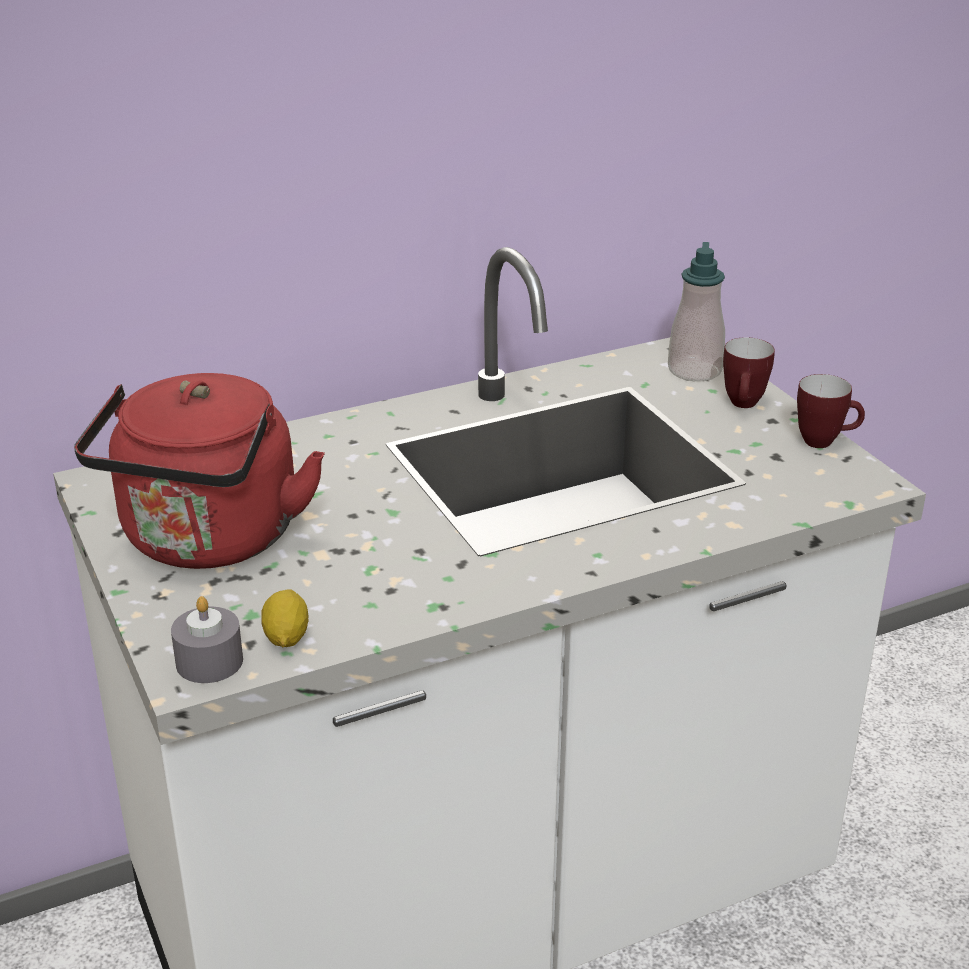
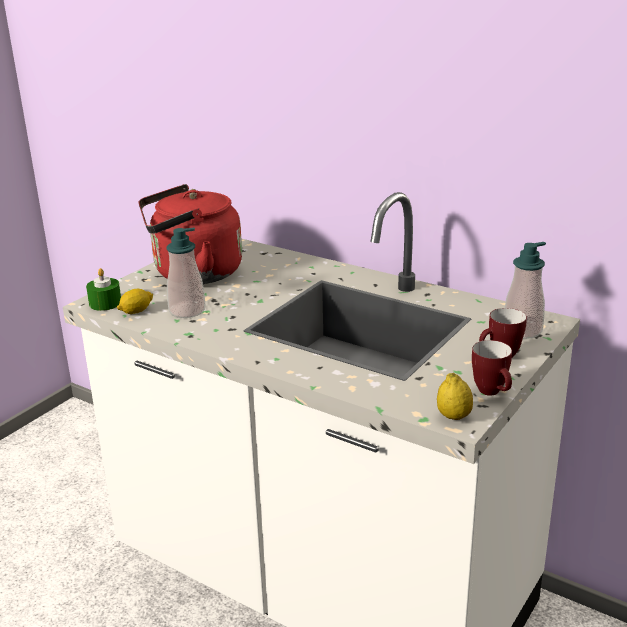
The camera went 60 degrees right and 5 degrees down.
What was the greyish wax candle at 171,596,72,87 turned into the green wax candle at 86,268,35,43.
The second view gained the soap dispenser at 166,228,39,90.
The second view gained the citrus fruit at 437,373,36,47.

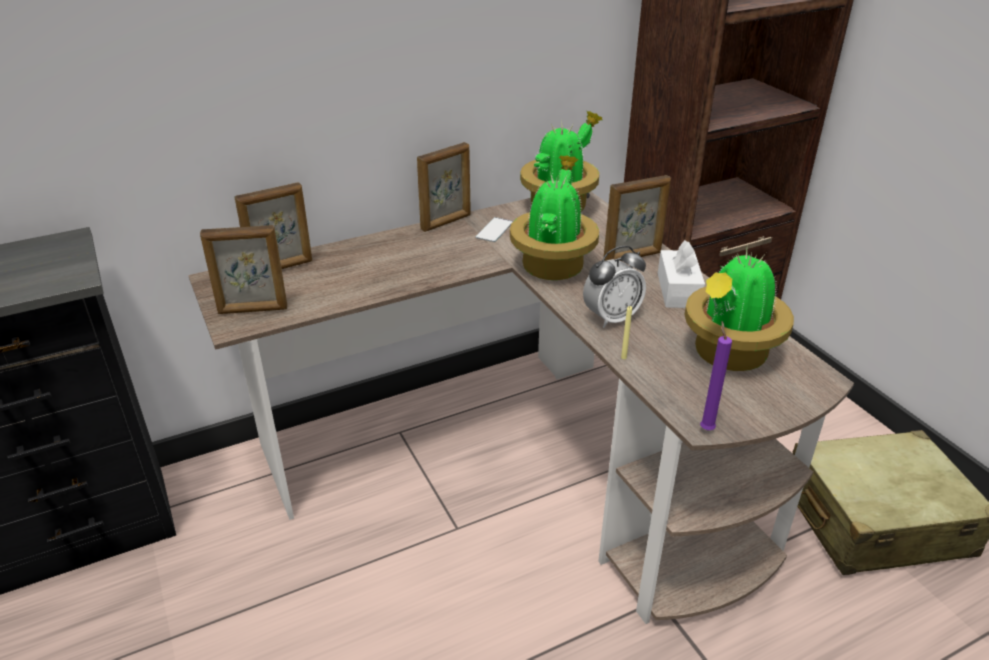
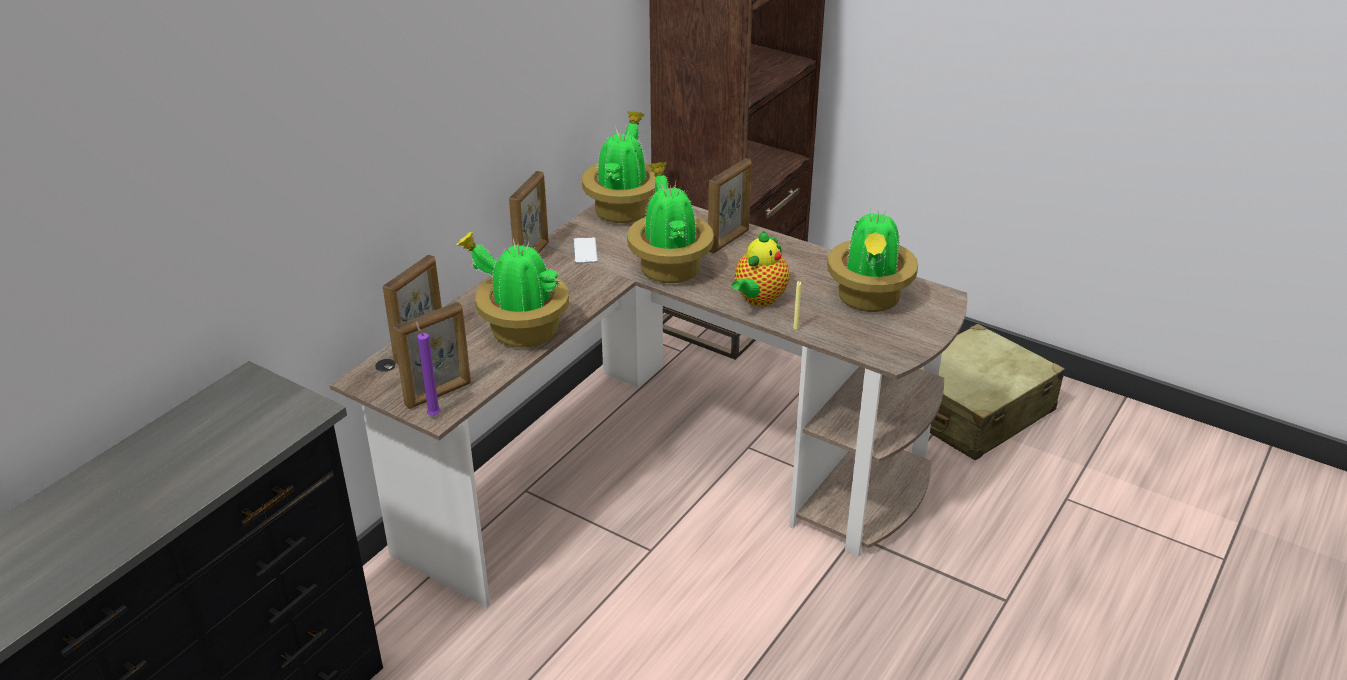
The camera went 30 degrees left and 0 degrees up.
The second view lost the white-coloured tissue box at 658,240,47,68.
Where the alarm clock stood at 583,246,63,82, the tea pot came to stand at 732,231,57,75.
The purple-coloured wax candle ended up elsewhere, having gone from 700,321,32,109 to 416,322,25,94.
The second view gained the potted plant at 456,231,113,117.

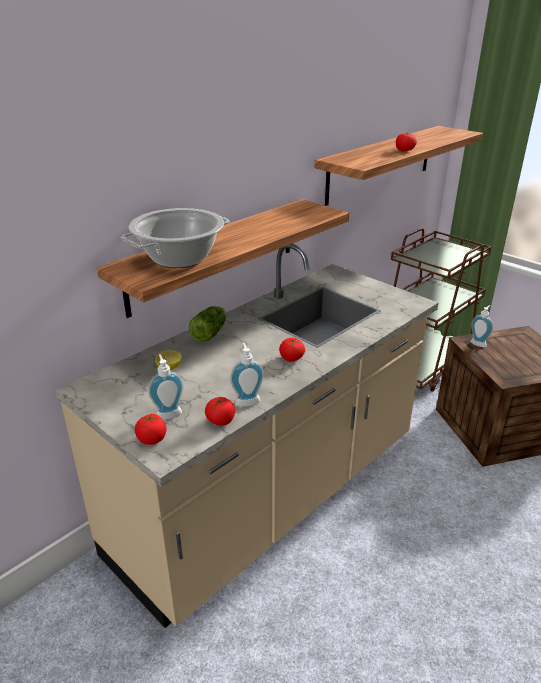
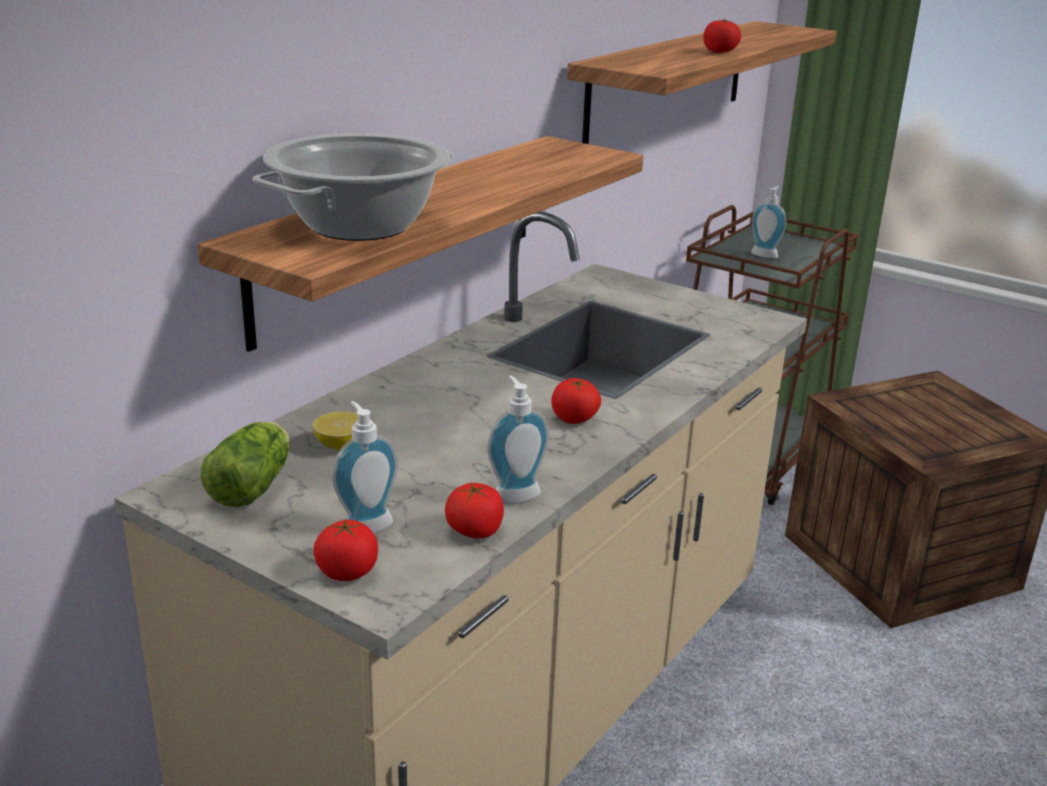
The camera went 10 degrees left and 5 degrees down.
The soap dispenser ended up elsewhere, having gone from 470,305,23,42 to 751,186,36,72.
The lettuce head ended up elsewhere, having gone from 189,306,37,36 to 201,422,88,85.

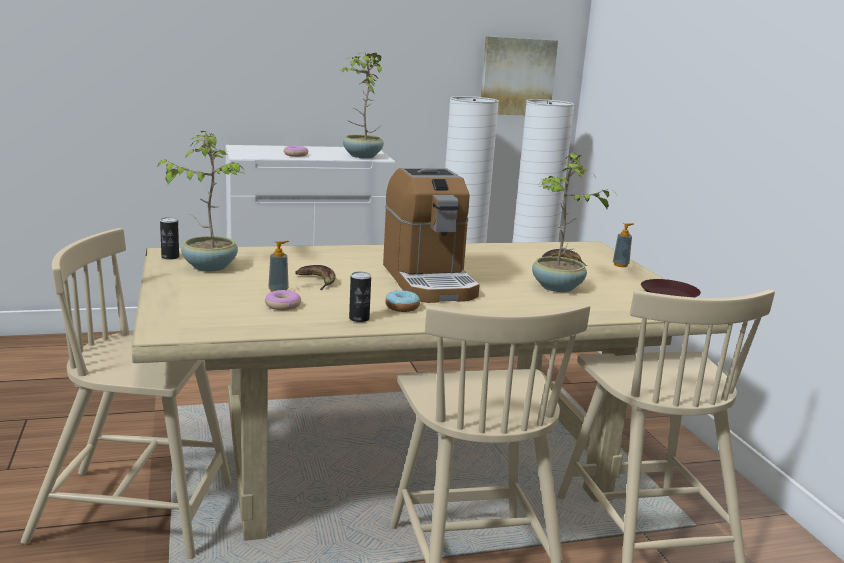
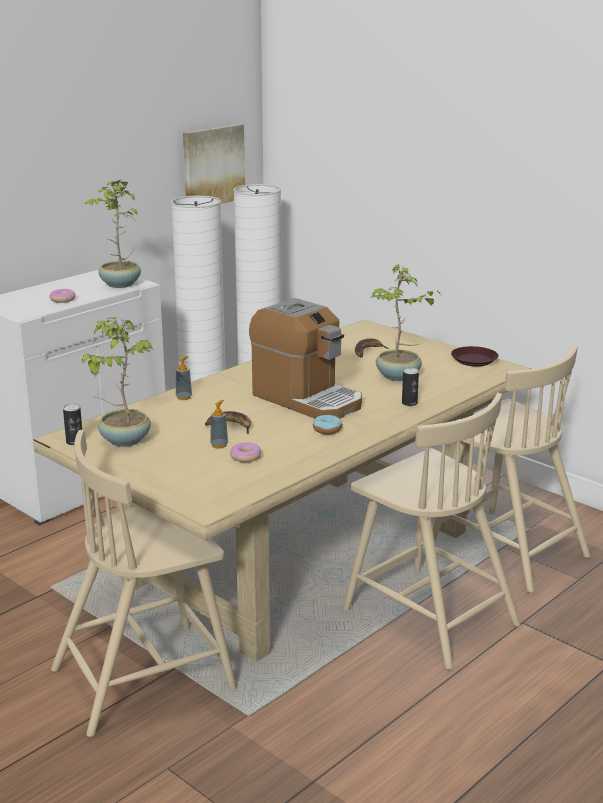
The camera went 30 degrees left and 5 degrees up.
The soap dispenser ended up elsewhere, having gone from 613,223,21,44 to 176,356,16,44.
The sealed can ended up elsewhere, having gone from 349,272,22,50 to 402,367,17,39.

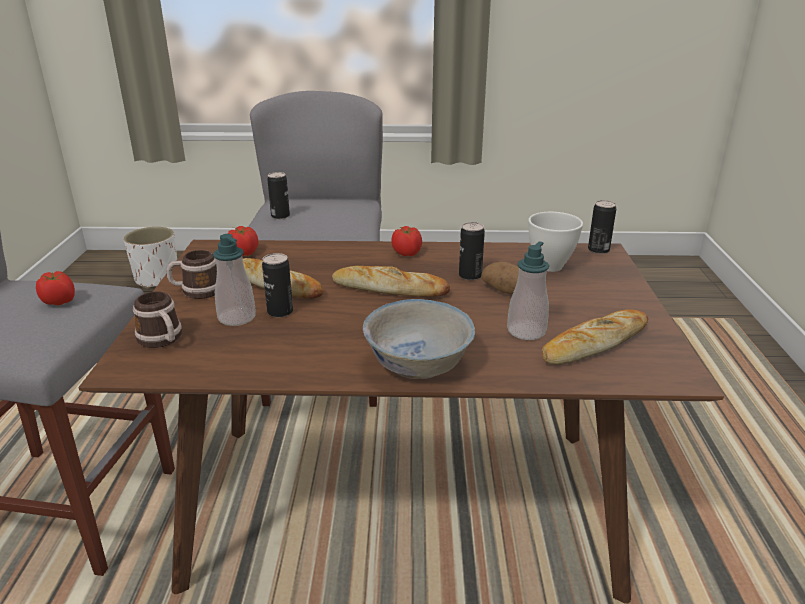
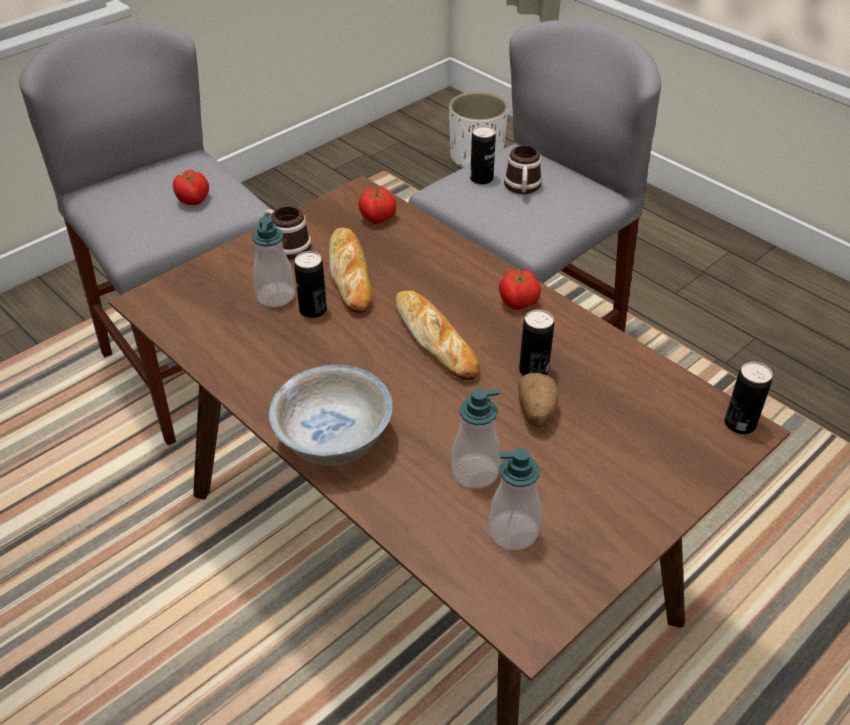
The camera went 45 degrees right and 15 degrees up.
The second view lost the white-coloured bowl at 528,212,55,60.
The tea mug ended up elsewhere, having gone from 133,291,49,57 to 504,145,38,49.
Where the baked bread stood at 542,309,106,56, the soap dispenser came to stand at 488,448,53,103.

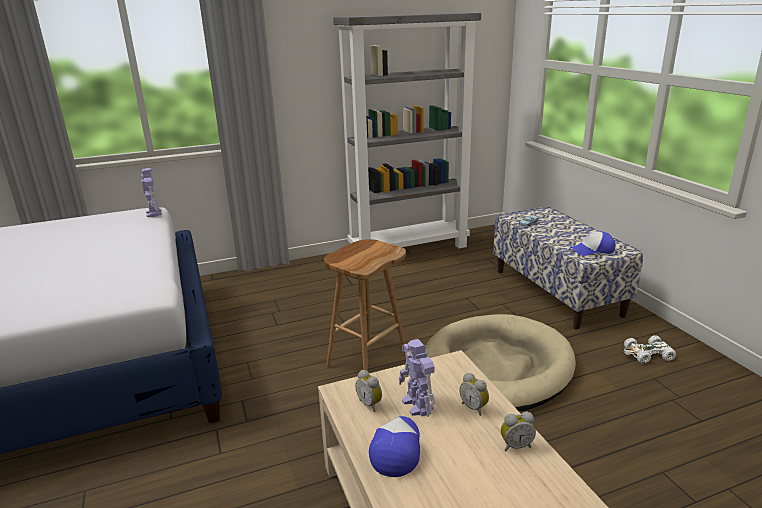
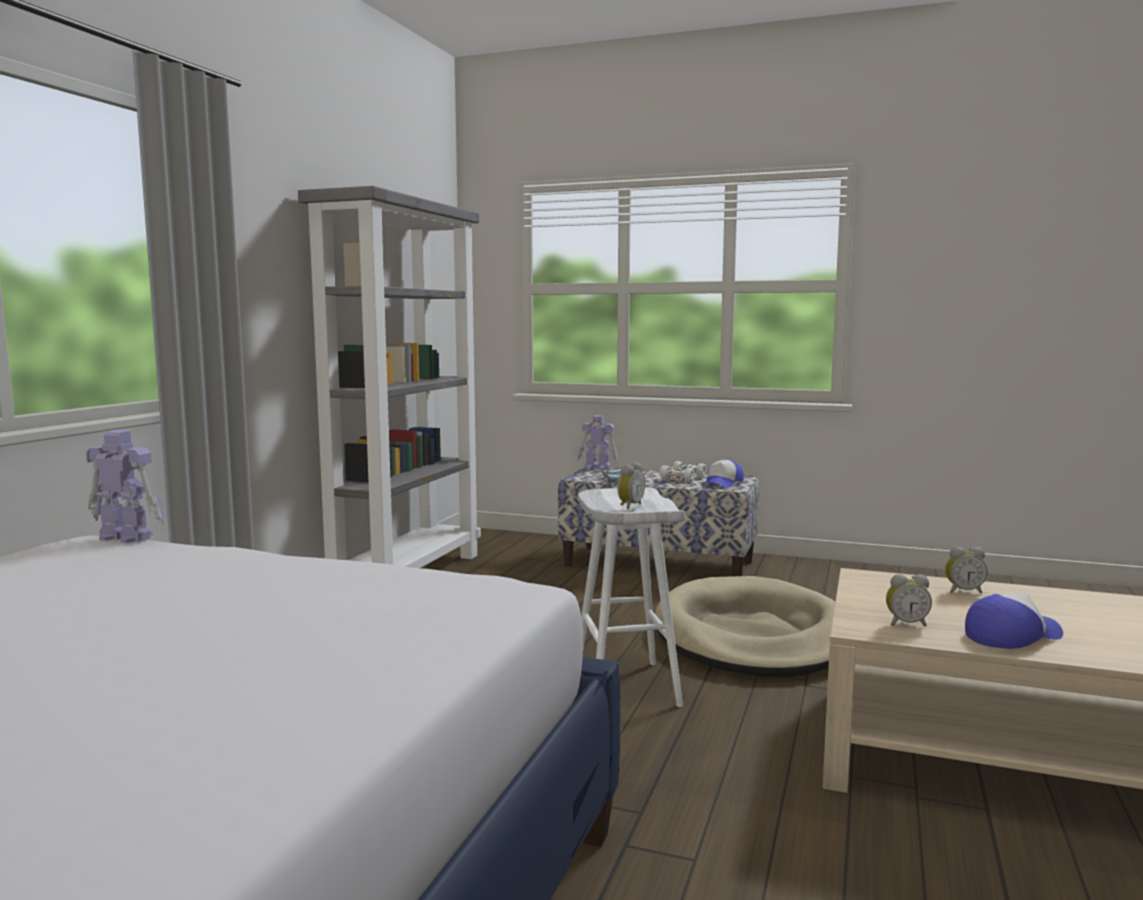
The camera went 50 degrees left and 15 degrees down.
What was the brown stool seat at 324,239,82,132 turned into the white-coloured stool seat at 578,487,108,220.
The white-coloured model car ended up elsewhere, having gone from 624,335,52,29 to 660,461,47,21.
The model robot ended up elsewhere, having gone from 399,339,36,78 to 577,415,41,55.
The alarm clock ended up elsewhere, having gone from 501,412,35,39 to 618,462,27,47.
The cap at 369,416,51,61 ended up facing another way, 105 degrees clockwise from before.

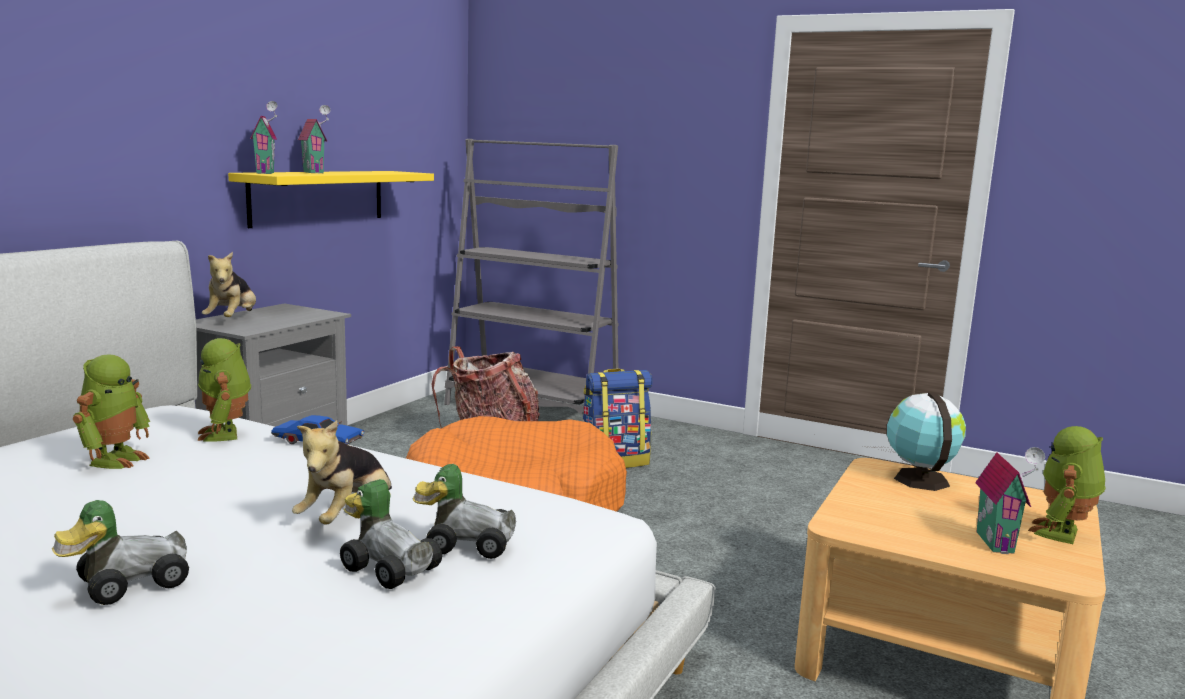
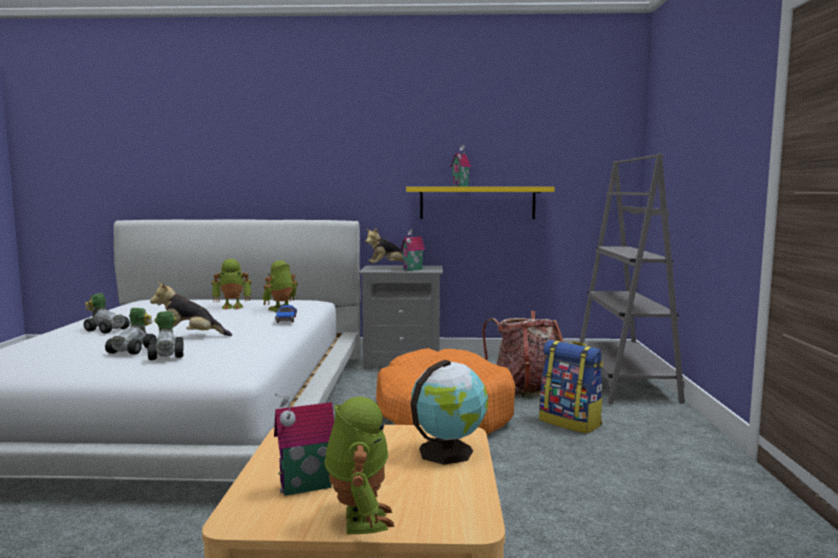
The camera went 65 degrees right and 5 degrees down.
The miniature house ended up elsewhere, having gone from 250,101,27,73 to 400,229,25,42.
The model robot at 1028,426,77,118 ended up facing another way, 75 degrees clockwise from before.

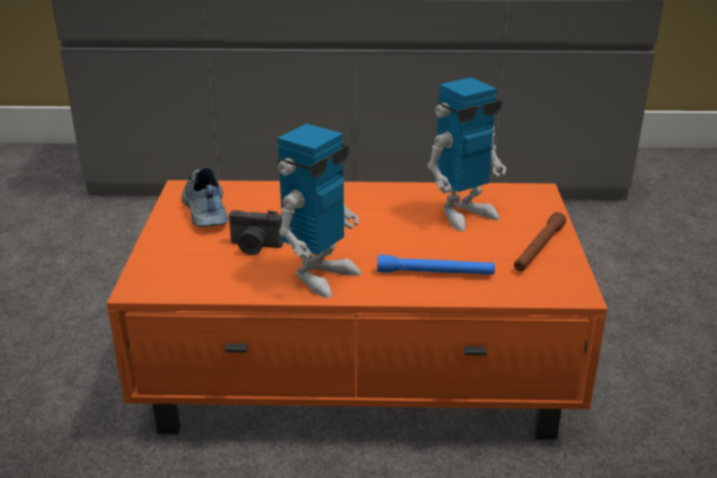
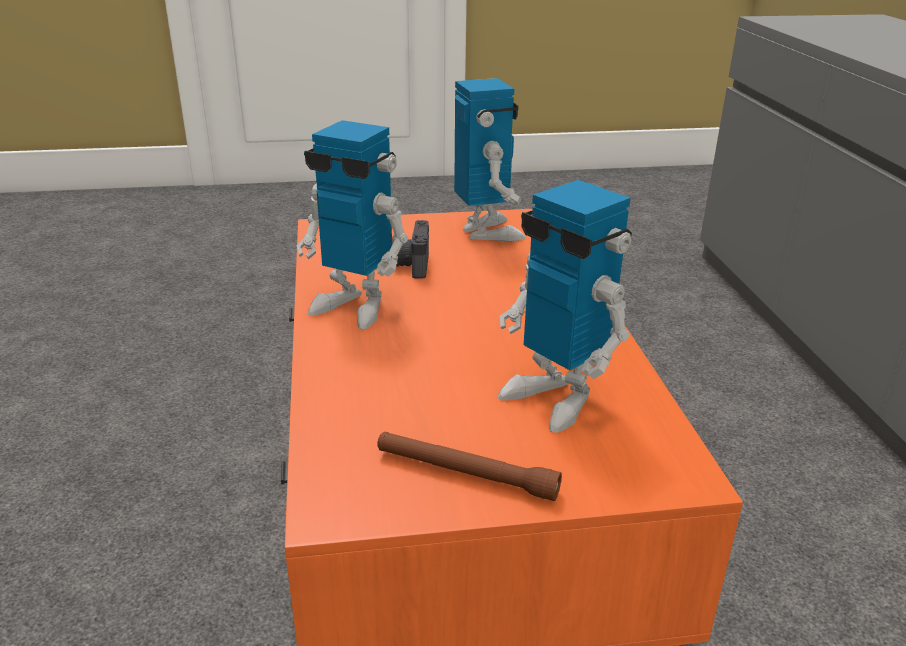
The camera went 80 degrees right and 0 degrees up.
Where the item of footwear stood at 182,167,46,60, the model robot came to stand at 454,78,71,163.
The second view lost the blue hand torch at 377,255,118,20.

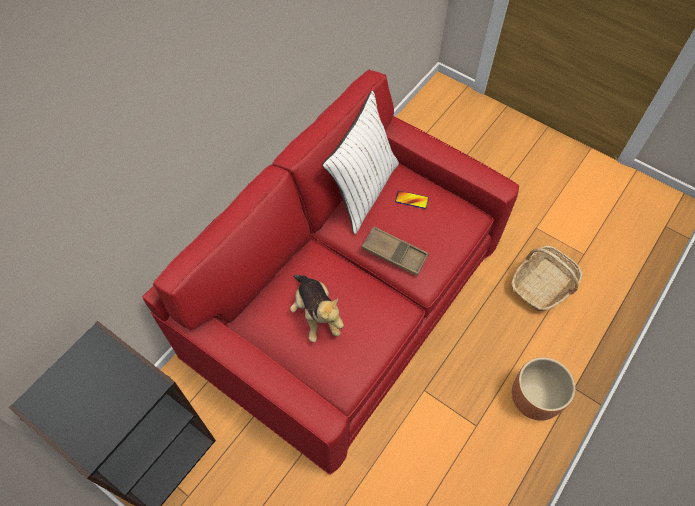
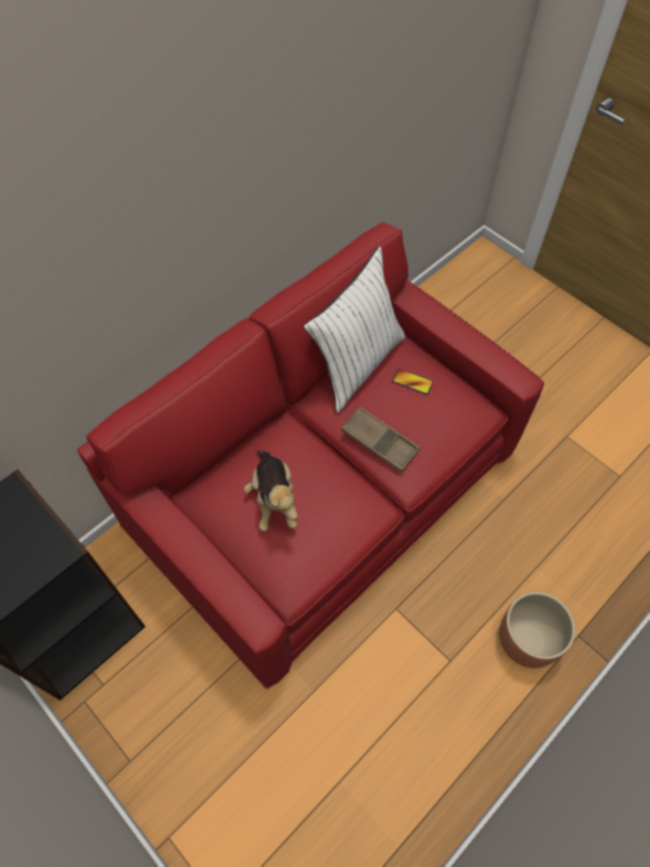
The camera went 10 degrees right and 0 degrees up.
The second view lost the basket at 511,245,71,66.

